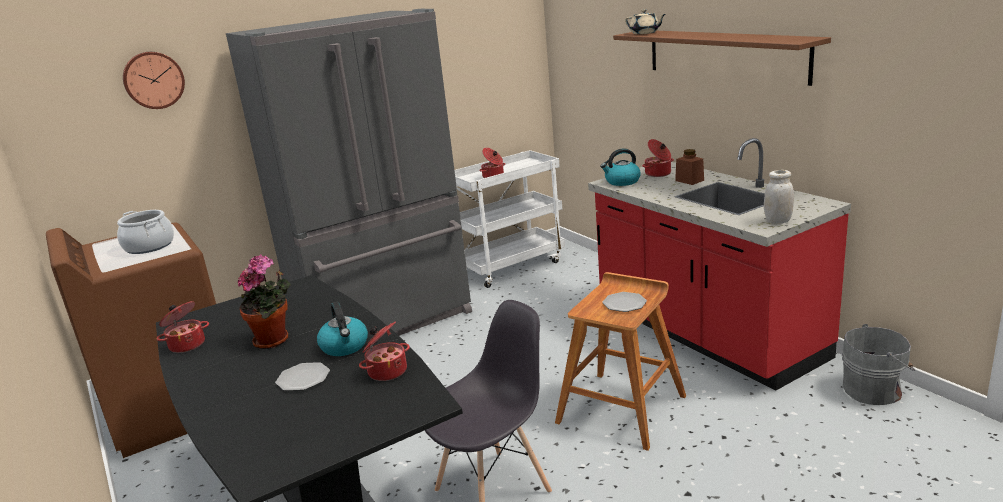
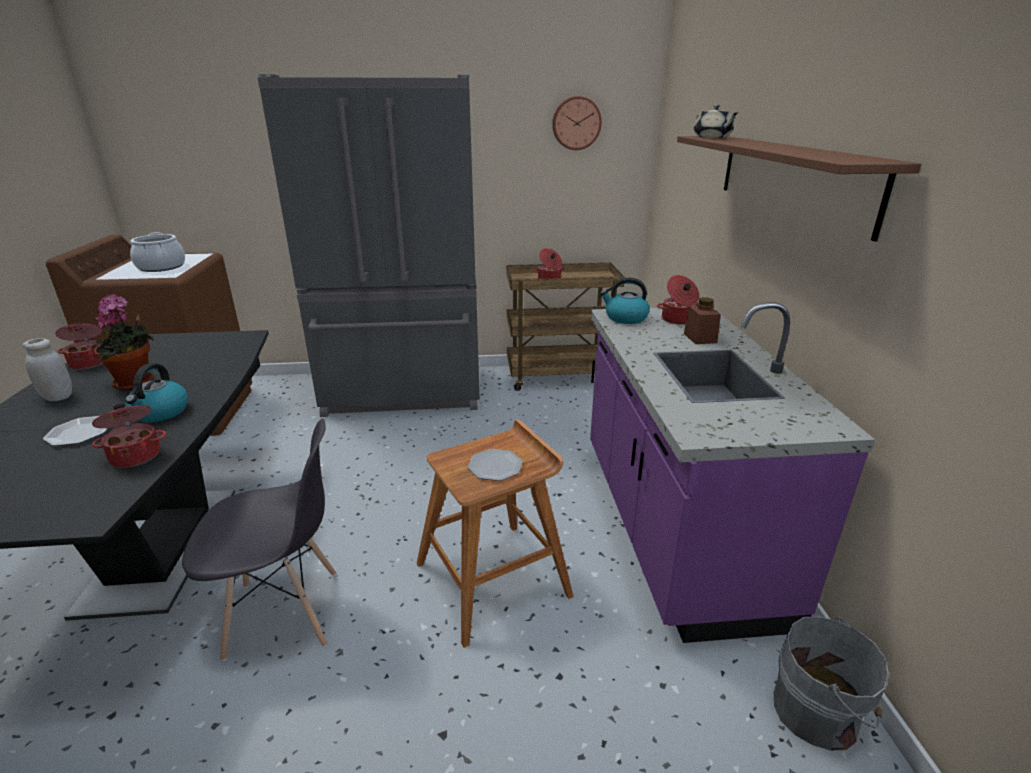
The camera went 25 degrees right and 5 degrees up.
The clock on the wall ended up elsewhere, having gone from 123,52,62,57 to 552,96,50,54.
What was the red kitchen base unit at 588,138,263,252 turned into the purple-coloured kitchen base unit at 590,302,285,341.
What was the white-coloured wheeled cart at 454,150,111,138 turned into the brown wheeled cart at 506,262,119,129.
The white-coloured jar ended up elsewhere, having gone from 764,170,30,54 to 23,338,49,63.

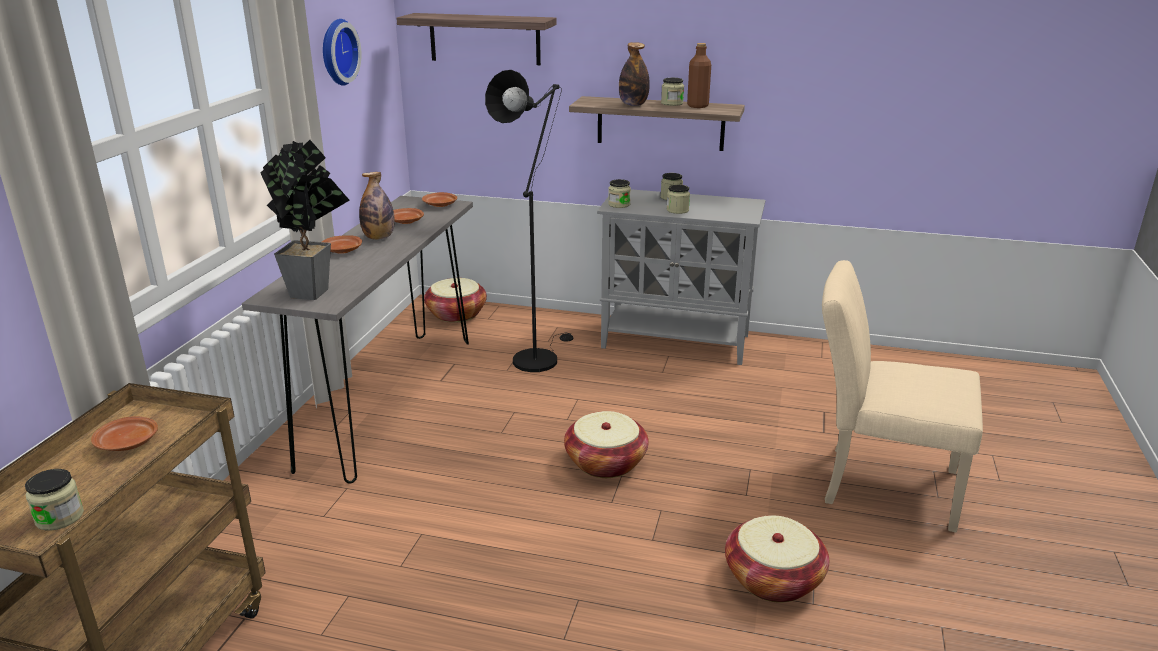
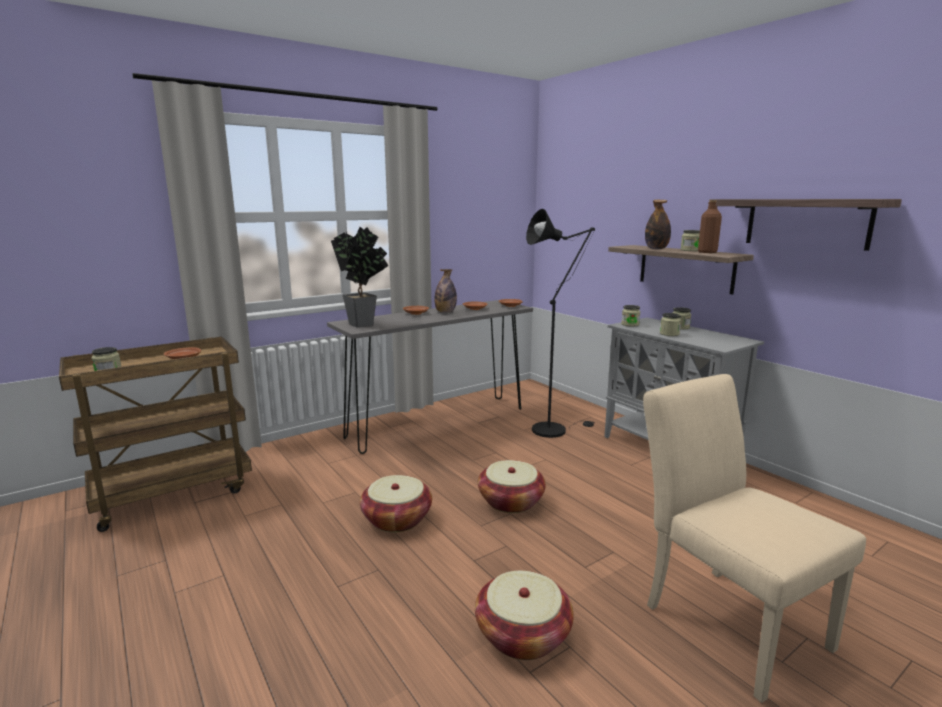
The camera went 40 degrees right and 10 degrees down.
The bracket shelf ended up elsewhere, having gone from 396,13,161,52 to 716,199,186,52.
The second view lost the clock on the wall at 323,19,39,67.
The basket ended up elsewhere, having gone from 424,278,63,45 to 360,475,72,58.

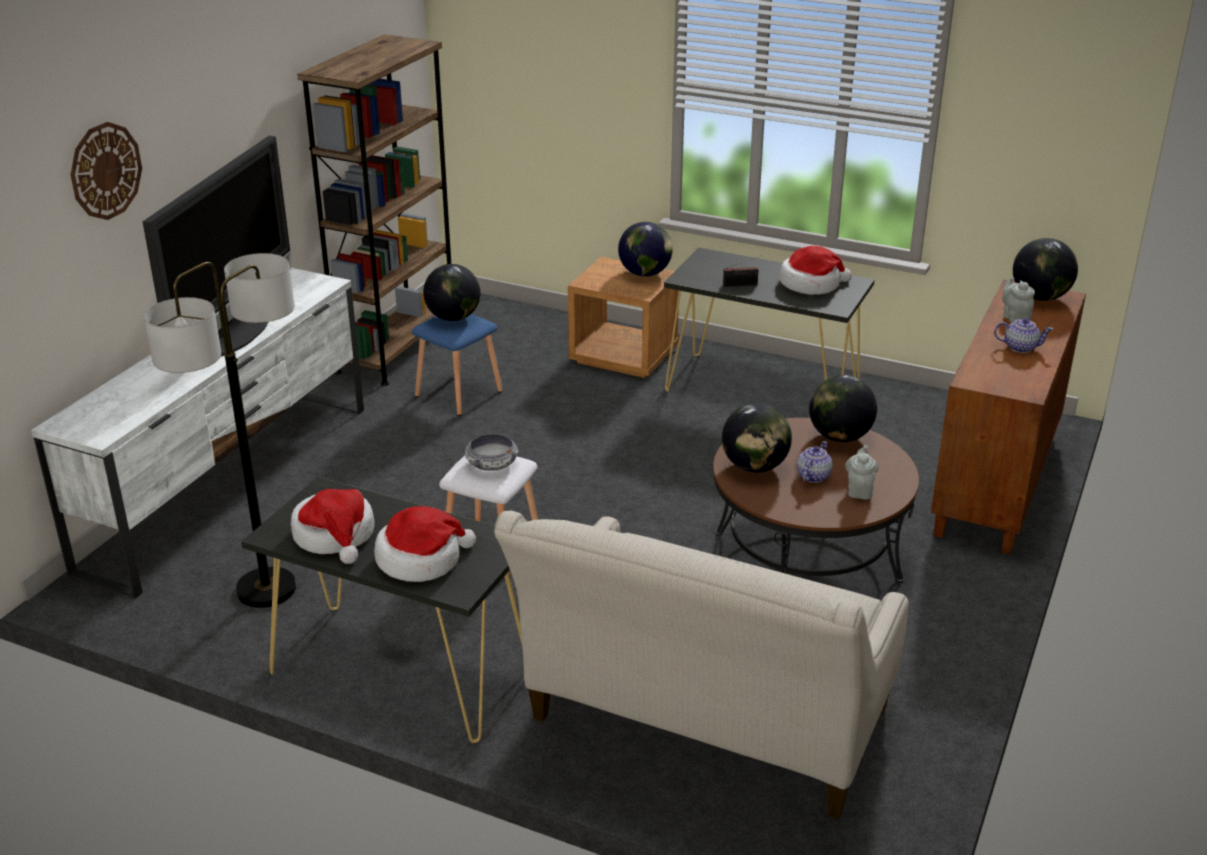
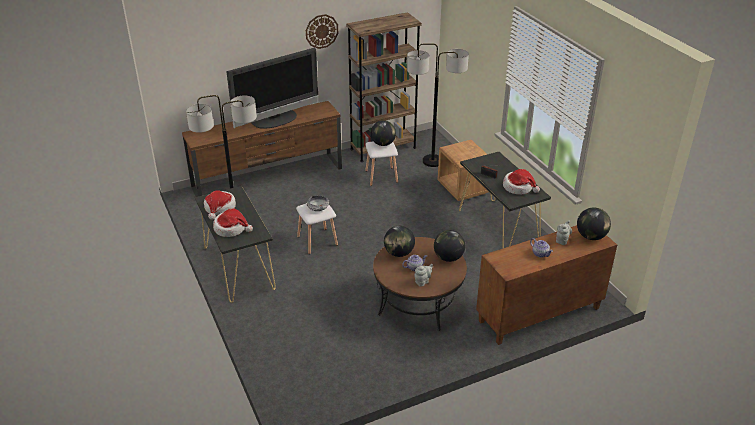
The camera went 40 degrees right and 5 degrees up.
The clock on the wall ended up elsewhere, having gone from 70,122,72,98 to 306,14,32,35.
The second view lost the desk globe at 618,222,55,54.
What was the white-coloured media console at 31,268,333,331 turned into the brown media console at 182,101,160,96.
What was the blue stool seat at 412,314,91,102 turned into the white-coloured stool seat at 365,141,33,45.
The second view lost the beige couch at 494,511,415,308.
The second view gained the floor lamp at 407,43,62,124.

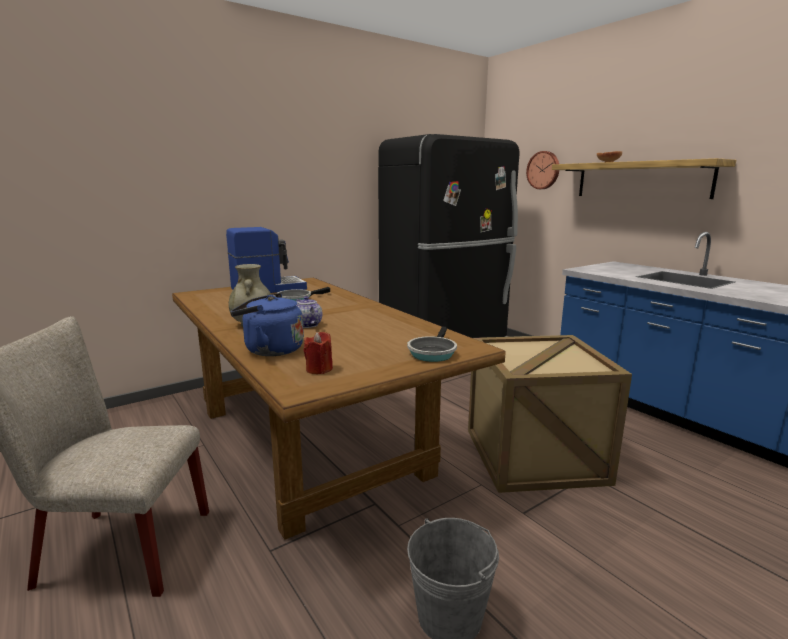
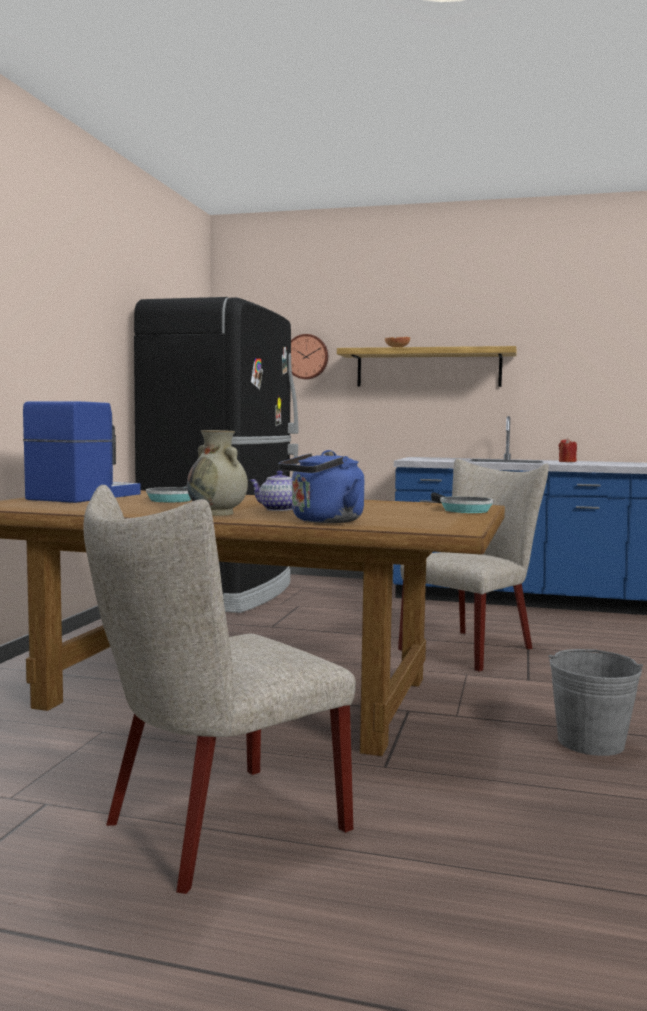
The camera went 40 degrees left and 10 degrees down.
The red wax candle ended up elsewhere, having gone from 304,332,29,42 to 559,438,18,24.
Where the shipping crate stood at 468,335,164,158, the beige plain chair came to stand at 398,459,151,213.

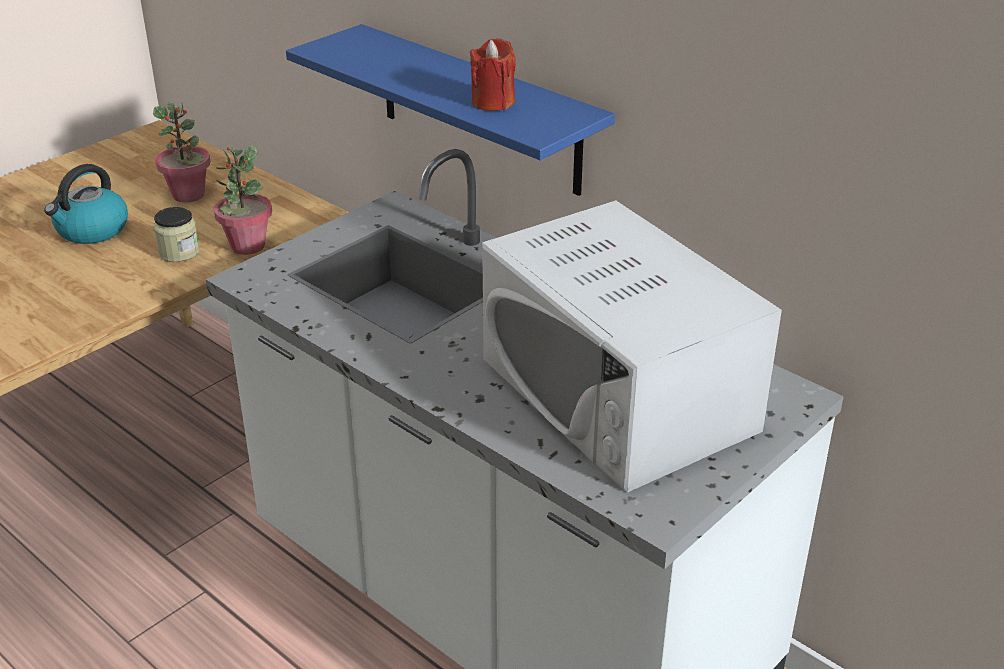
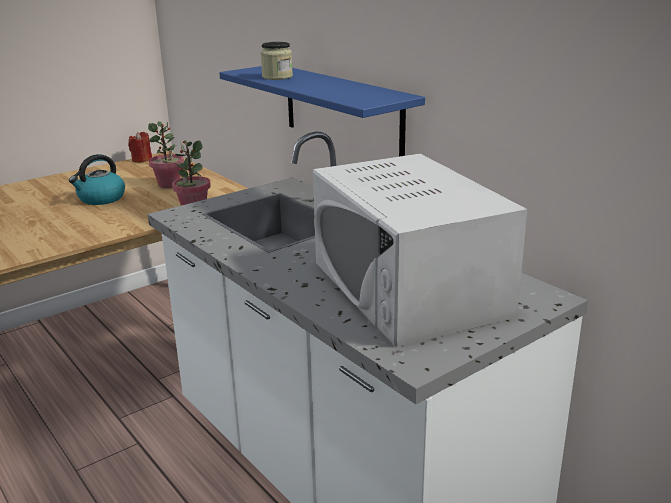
The camera went 10 degrees right and 10 degrees down.
The red wax candle ended up elsewhere, having gone from 470,38,46,73 to 128,132,24,31.
The jar ended up elsewhere, having gone from 154,207,46,55 to 261,42,32,38.

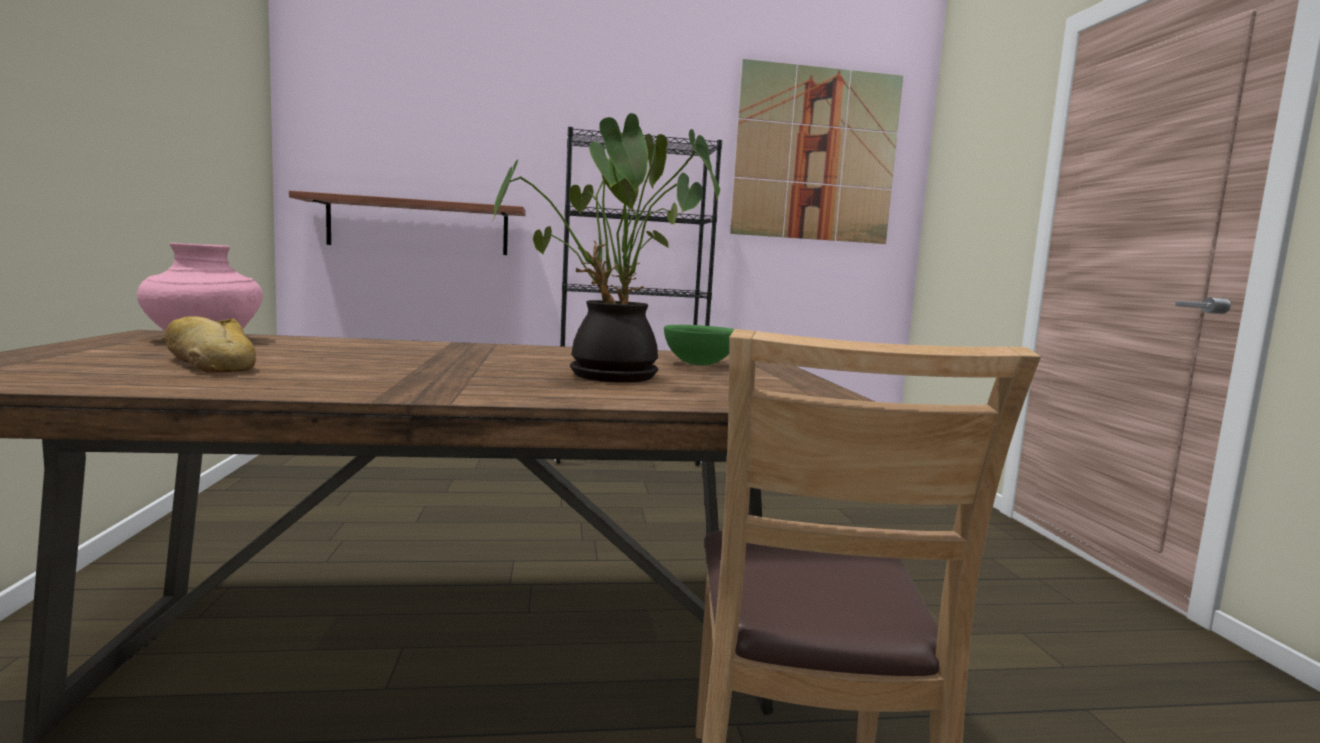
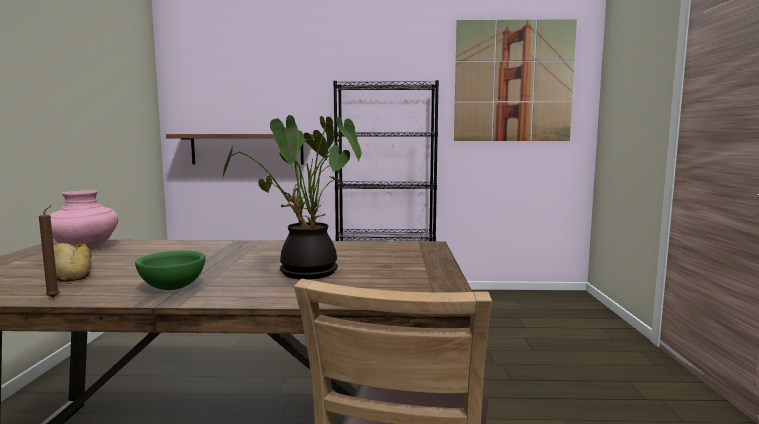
The camera went 10 degrees right and 0 degrees up.
The green bowl ended up elsewhere, having gone from 664,325,70,40 to 135,251,71,39.
The second view gained the brown wax candle at 39,205,20,93.

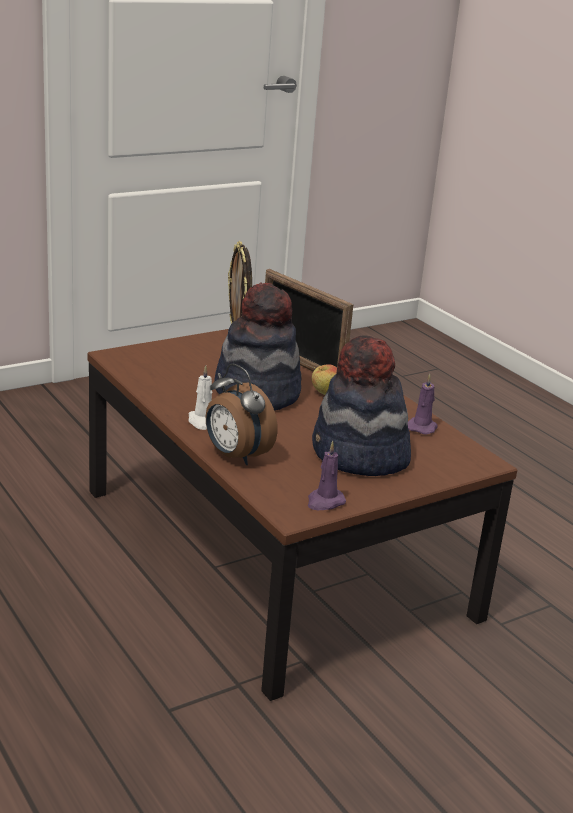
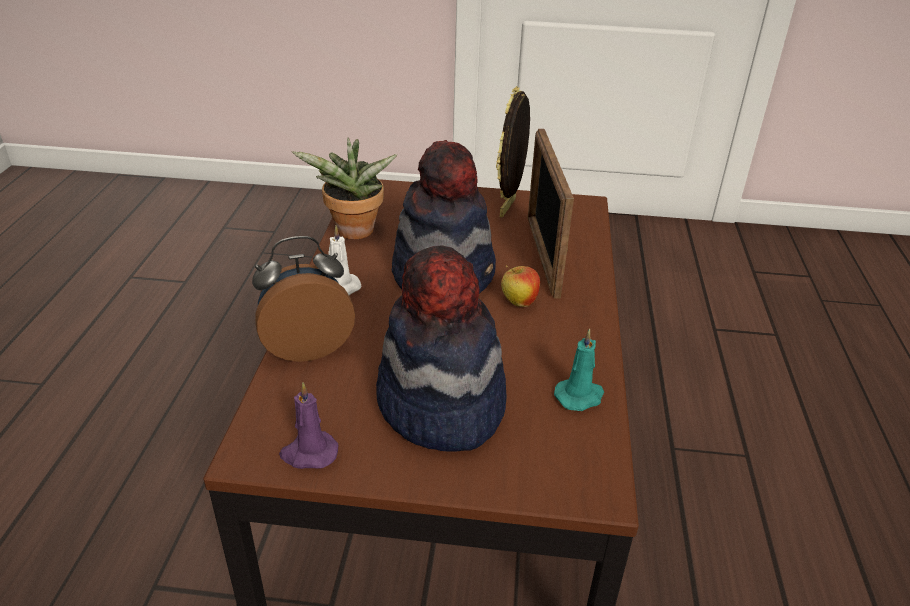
The camera went 40 degrees right and 10 degrees up.
The alarm clock at 206,364,72,101 ended up facing another way, 75 degrees clockwise from before.
What was the purple-coloured wax candle at 408,374,30,61 turned into the blue-green wax candle at 554,329,50,82.
The second view gained the potted plant at 291,137,106,102.

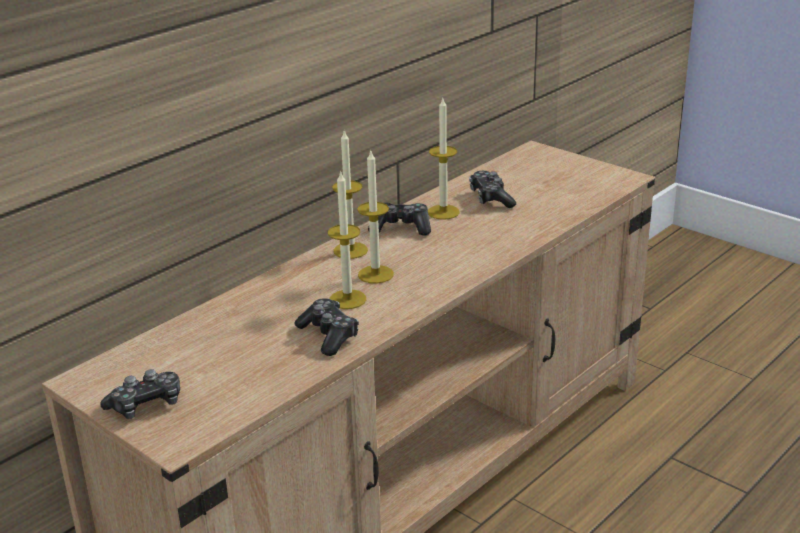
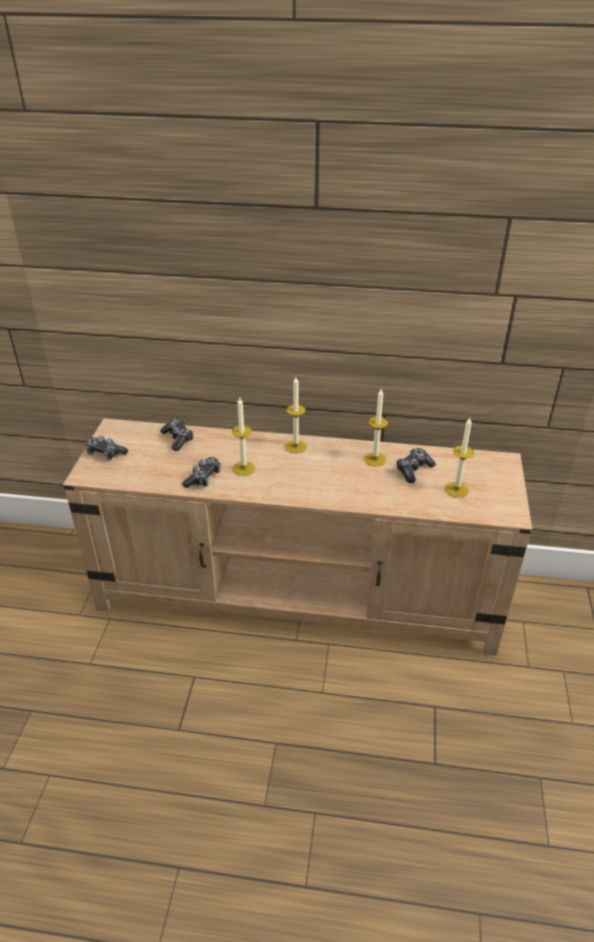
The camera went 55 degrees right and 10 degrees up.
The wax candle ended up elsewhere, having gone from 357,149,37,135 to 445,418,29,80.
The gamepad ended up elsewhere, having gone from 368,202,63,34 to 161,418,32,33.

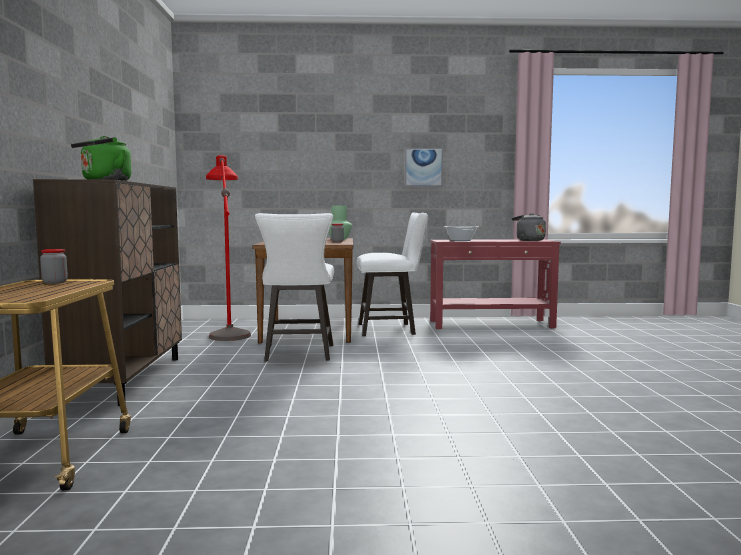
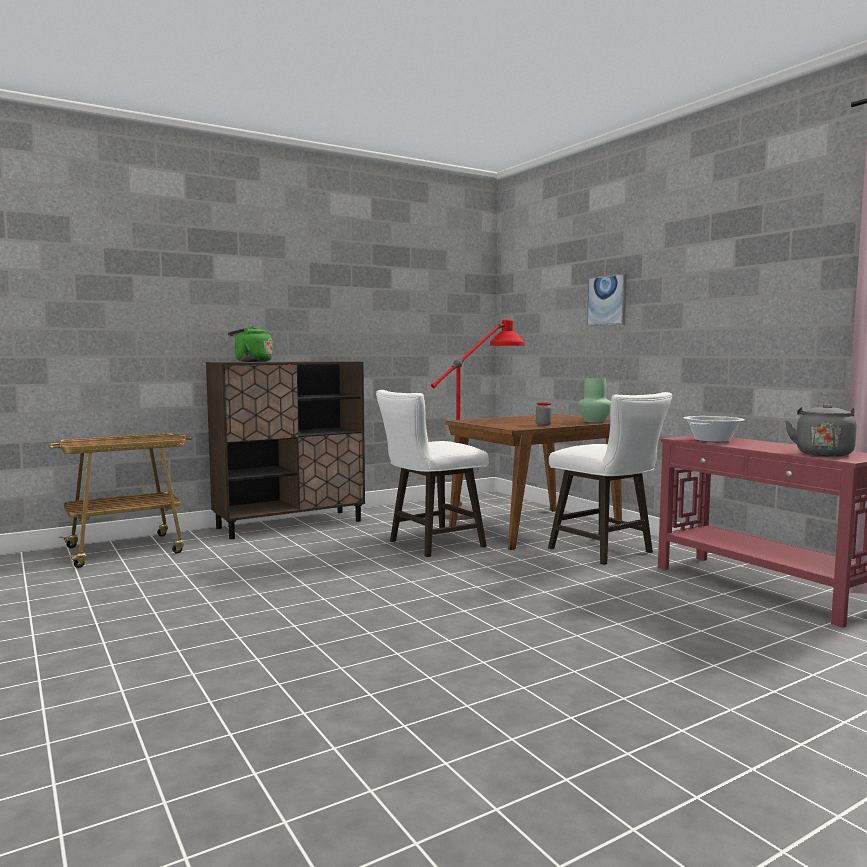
The camera went 60 degrees right and 0 degrees up.
The picture ended up elsewhere, having gone from 405,148,38,39 to 587,273,40,53.
The second view lost the jar at 40,249,28,35.

